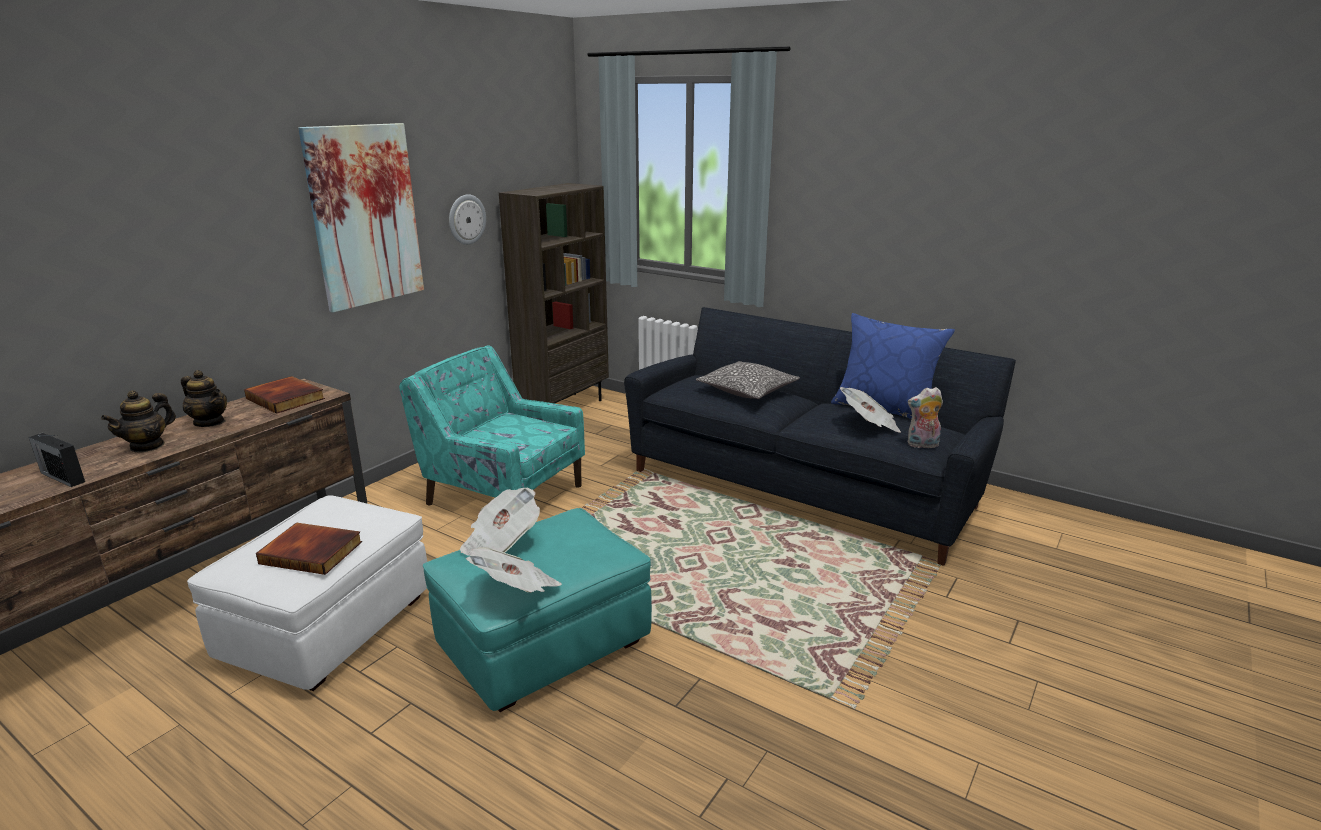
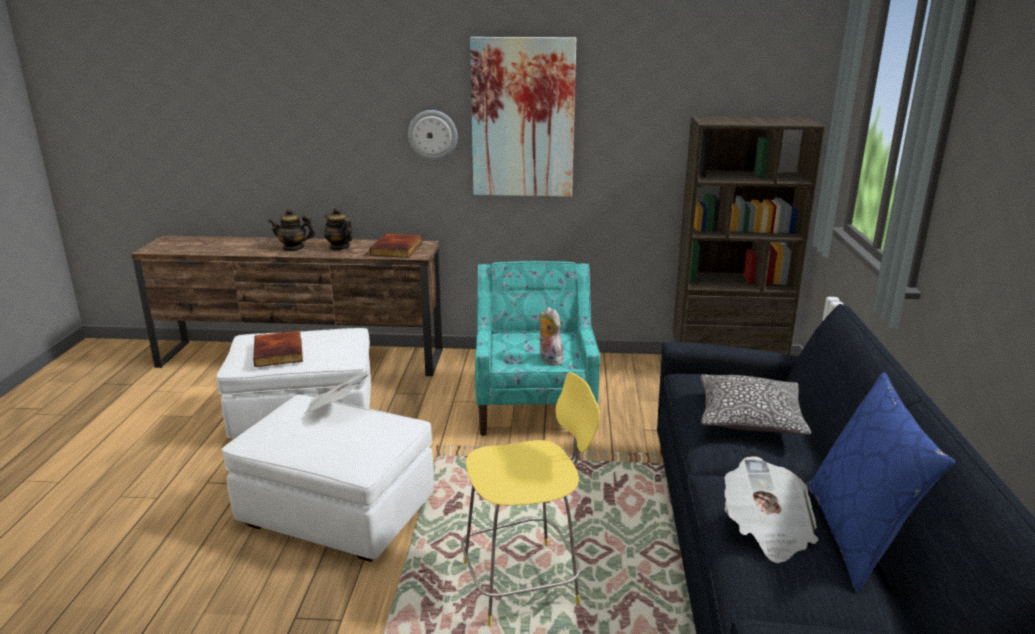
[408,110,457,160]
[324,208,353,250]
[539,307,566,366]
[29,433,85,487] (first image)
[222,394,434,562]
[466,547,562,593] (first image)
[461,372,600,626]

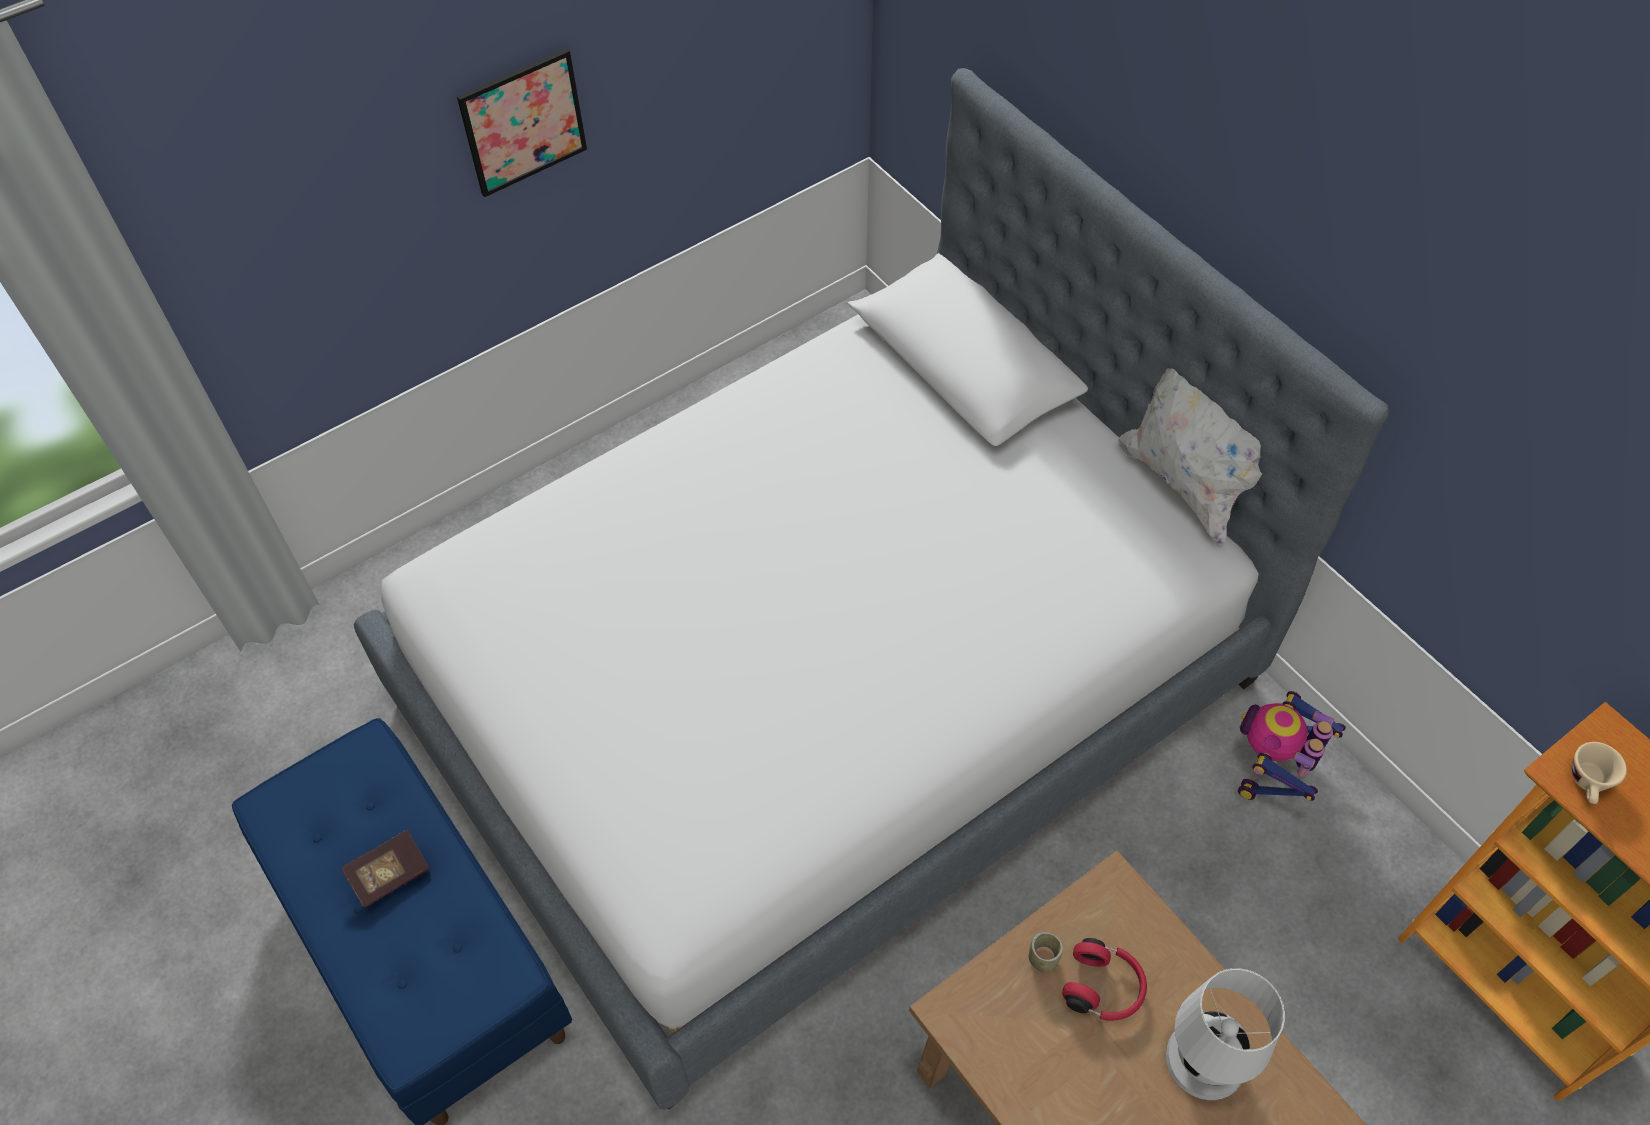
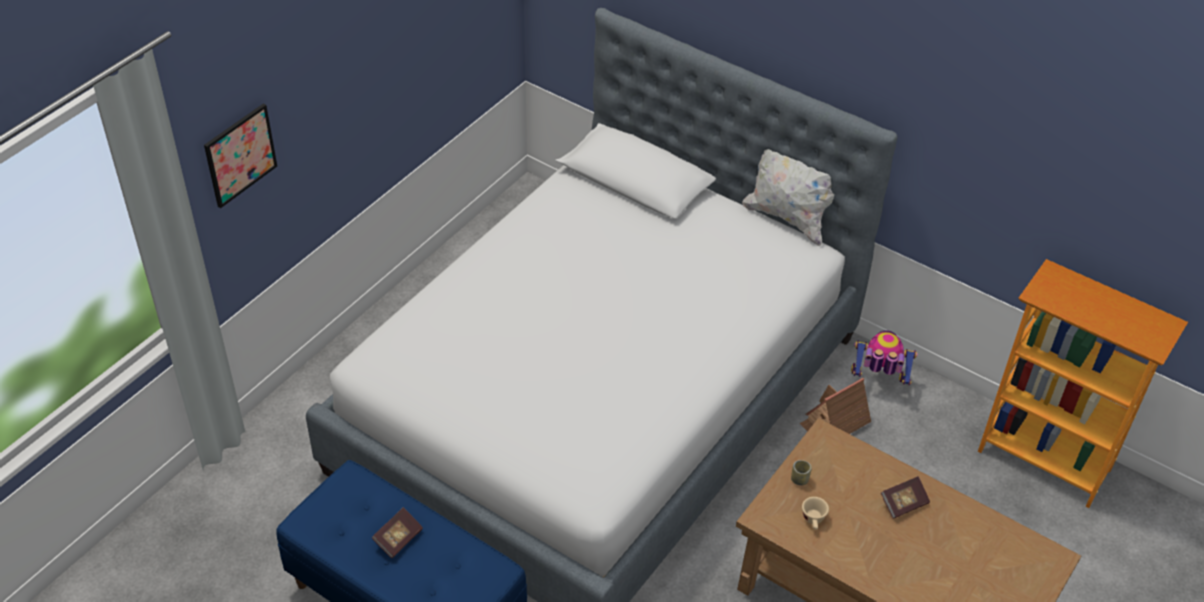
[204,103,277,208]
[851,330,918,386]
[802,497,829,530]
[1062,938,1147,1021] (first image)
[881,476,930,519]
[800,378,871,434]

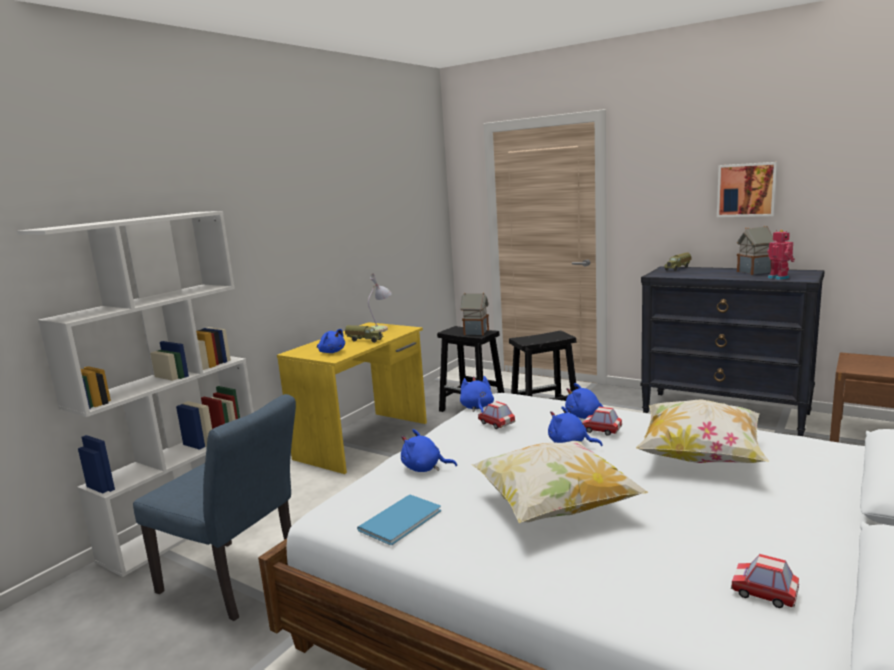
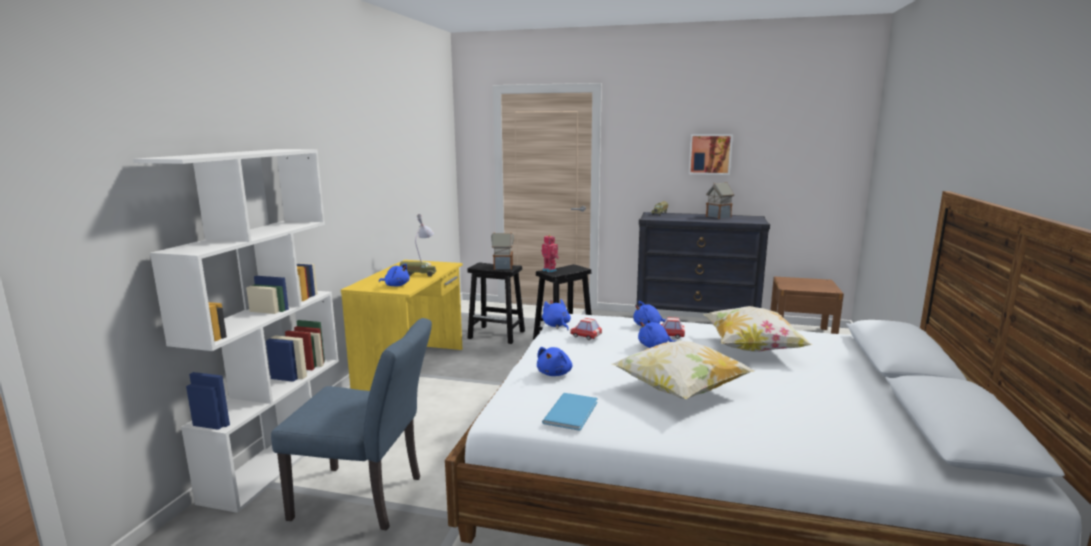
[541,235,559,273]
[537,347,572,376]
[731,554,799,608] (first image)

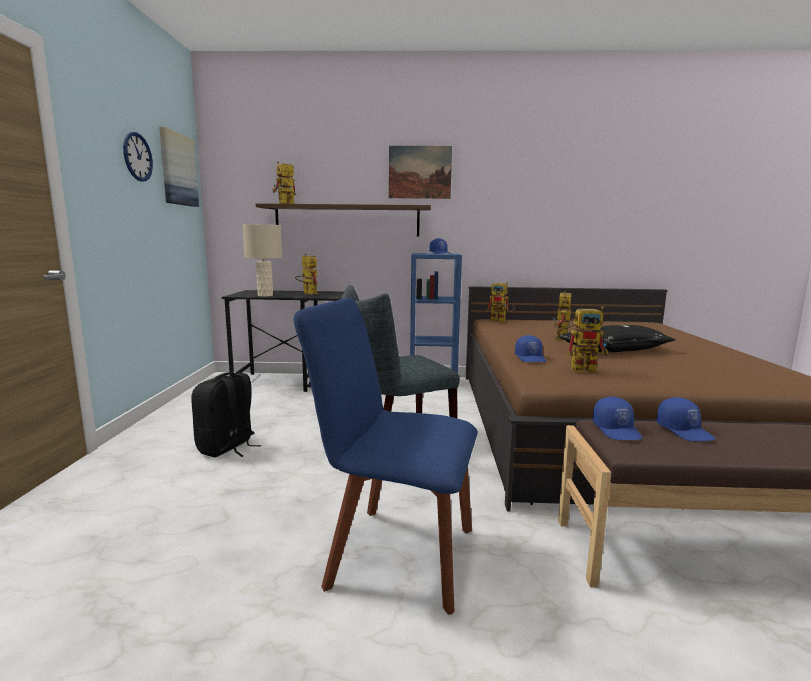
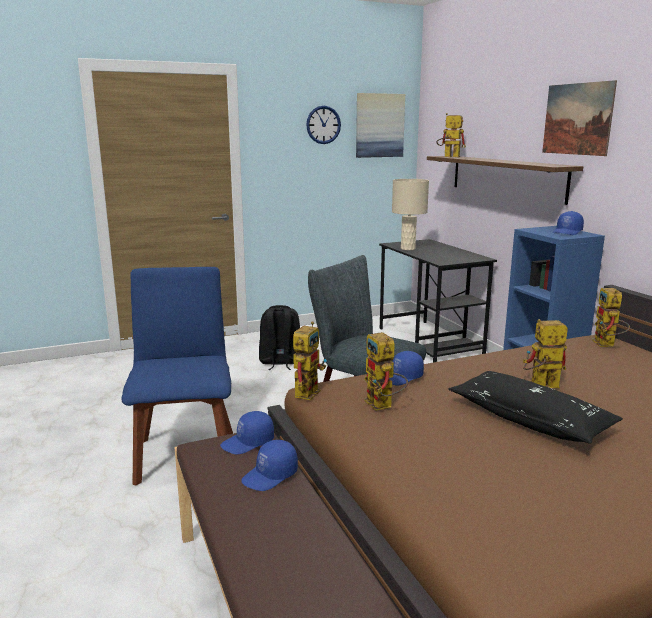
[293,321,327,400]

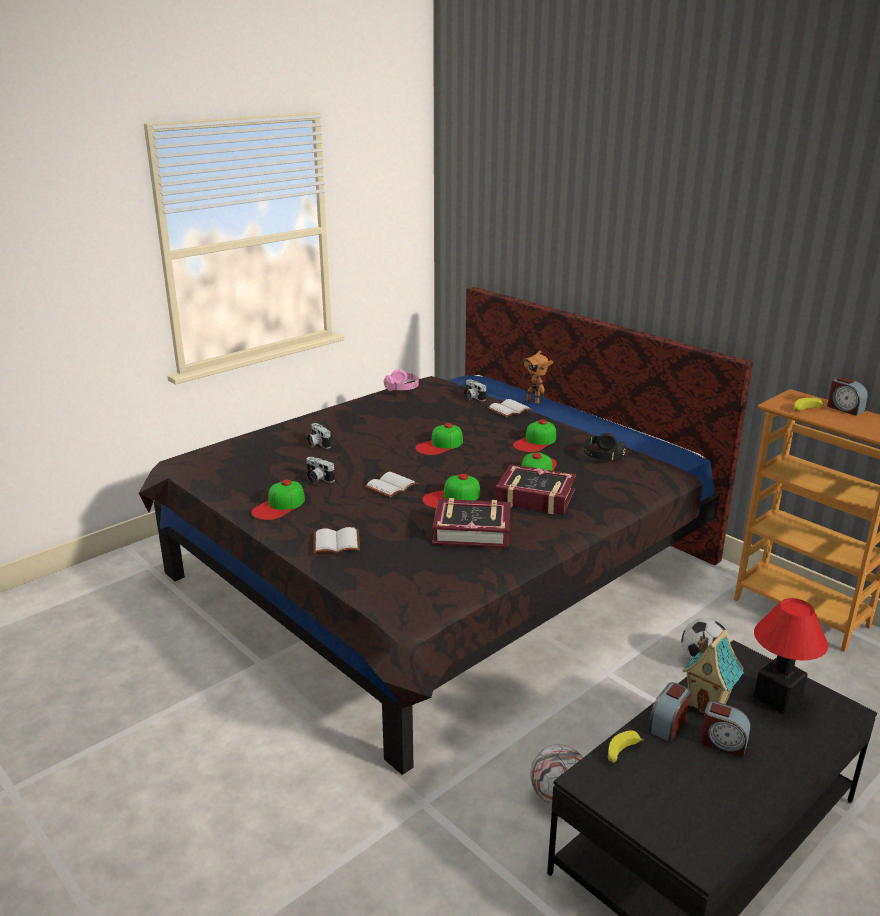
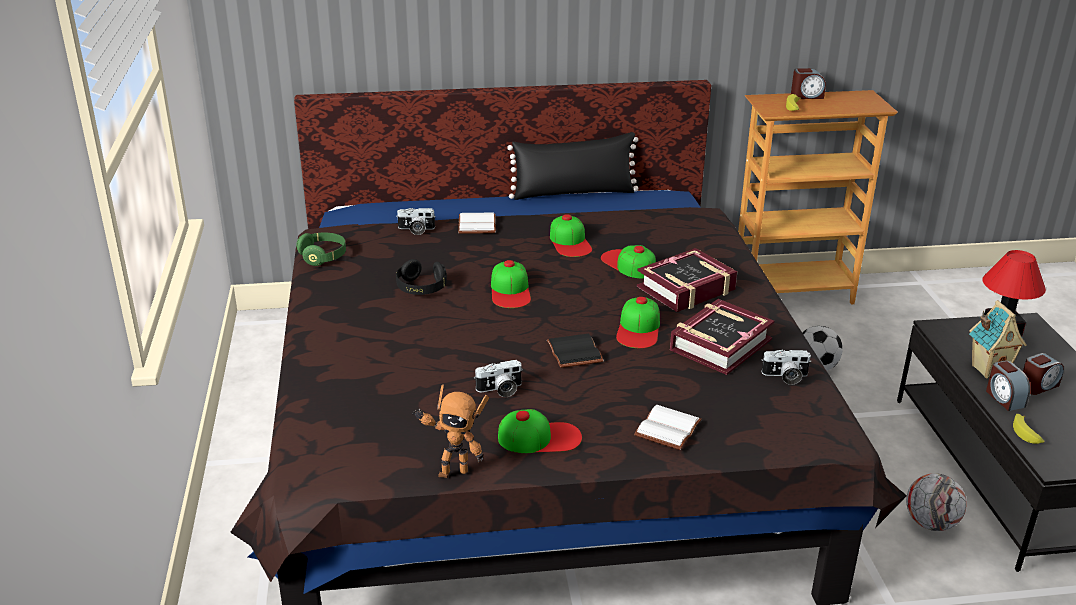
[412,384,489,478]
[296,233,346,266]
[761,350,811,385]
[396,259,447,295]
[547,334,604,368]
[498,409,582,453]
[507,132,639,200]

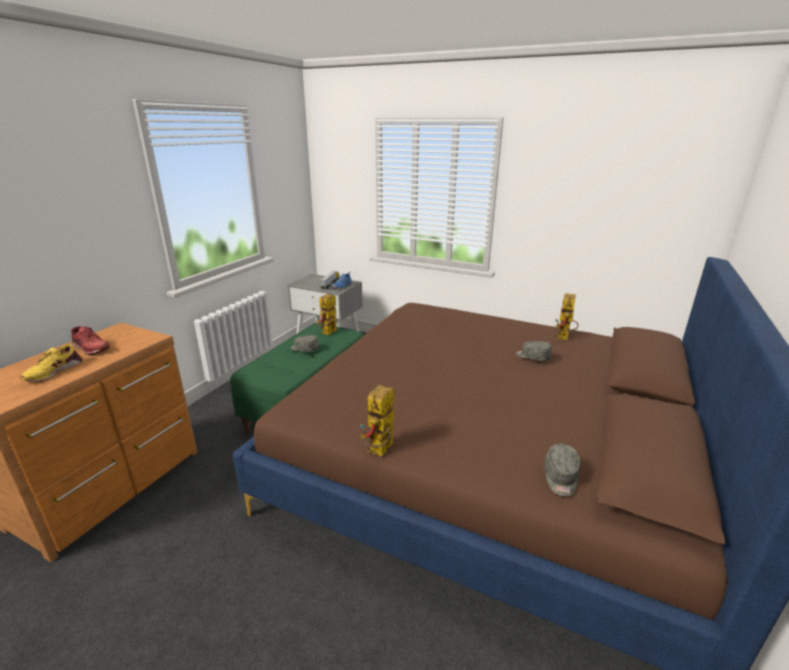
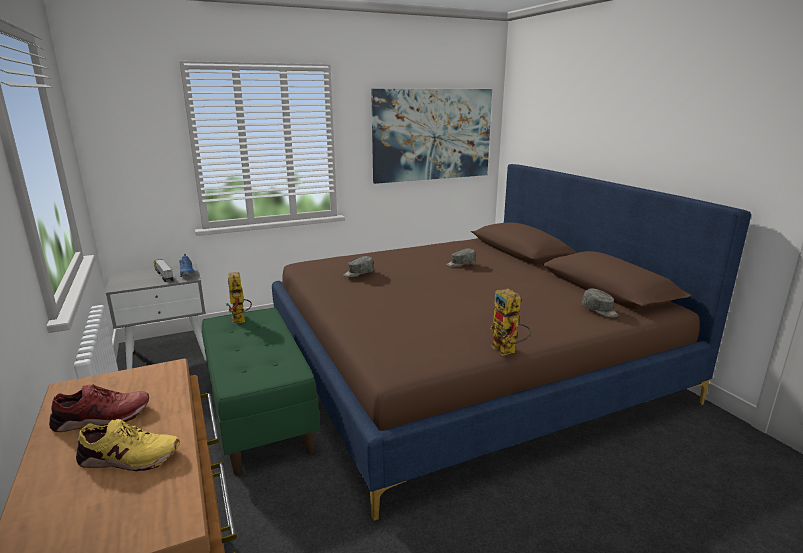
[555,293,579,340] (first image)
[344,256,374,277]
[76,419,180,471]
[371,89,492,184]

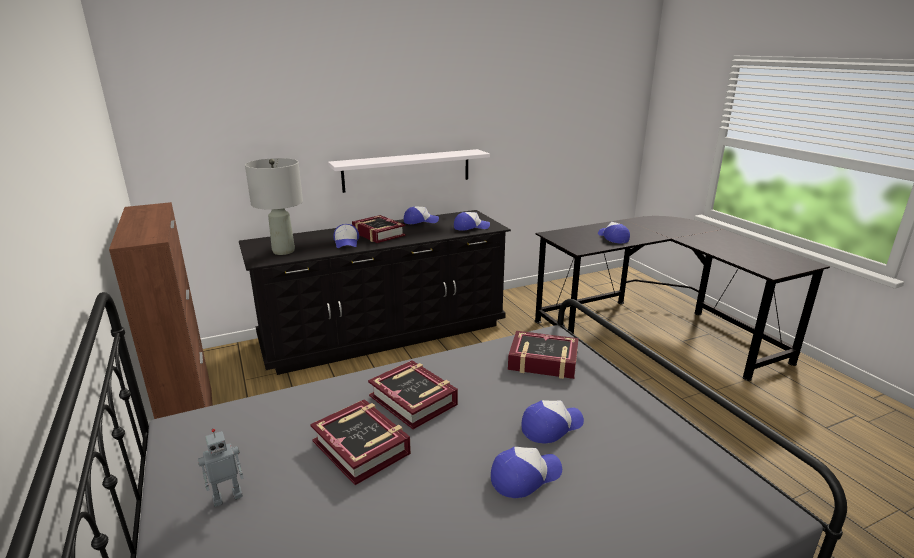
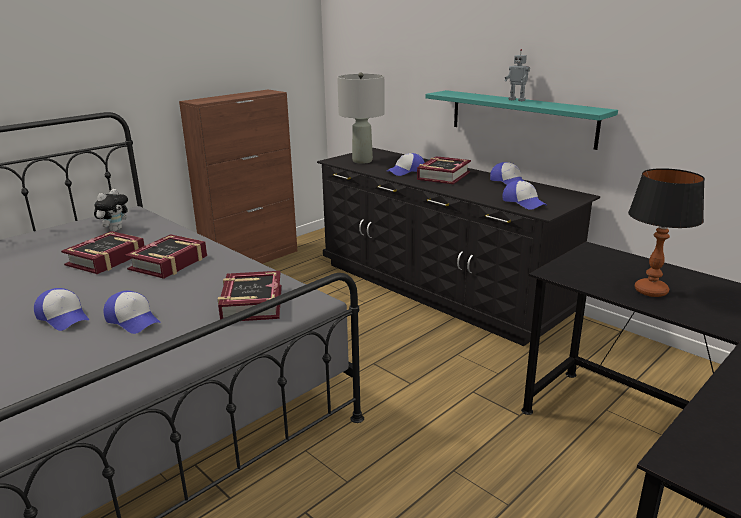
[425,90,618,150]
[628,168,705,297]
[505,49,530,101]
[94,189,129,232]

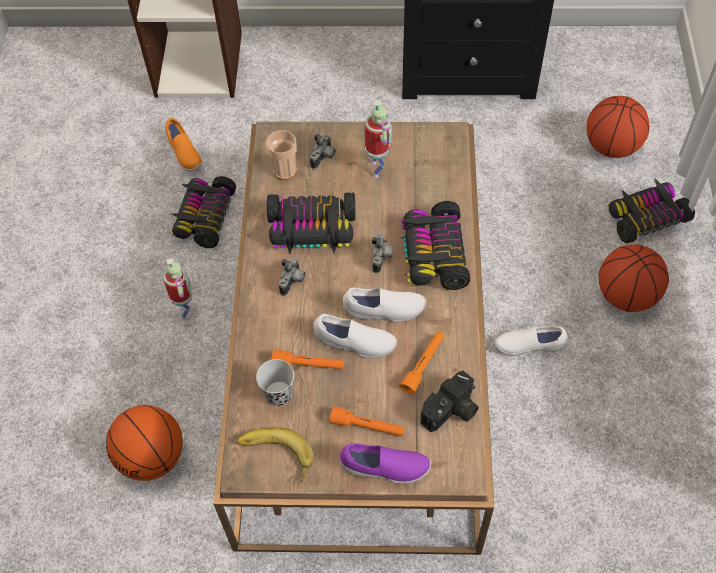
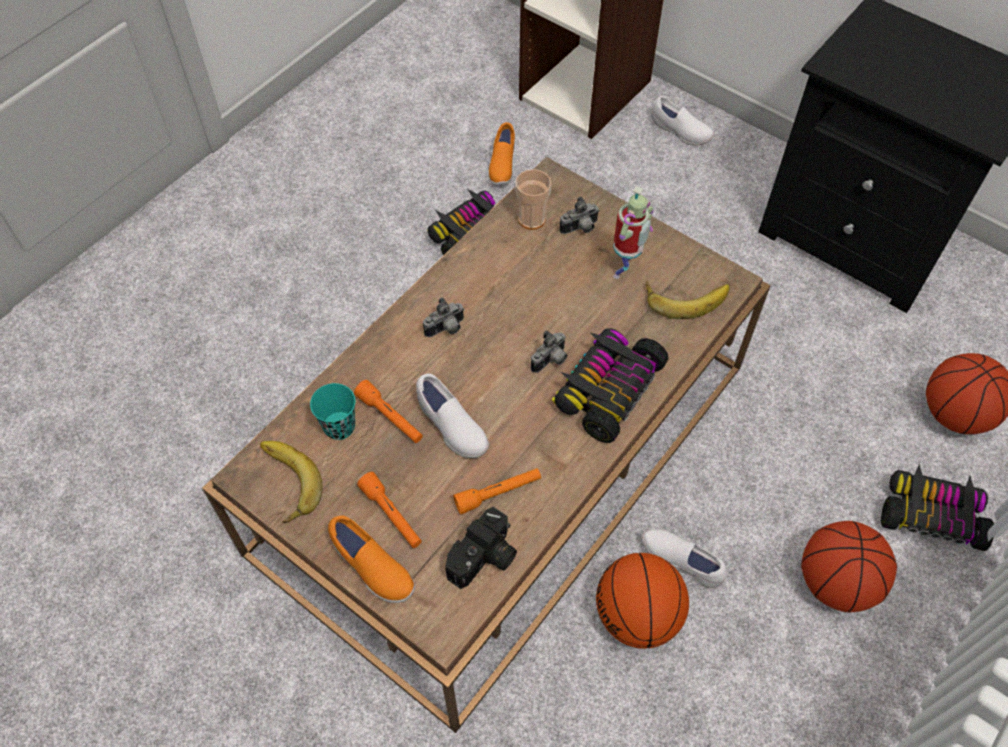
[267,193,356,254] (first image)
[163,258,192,320] (first image)
[651,96,714,146]
[310,383,355,440]
[445,507,517,589]
[596,553,689,649]
[328,515,415,603]
[645,281,730,319]

